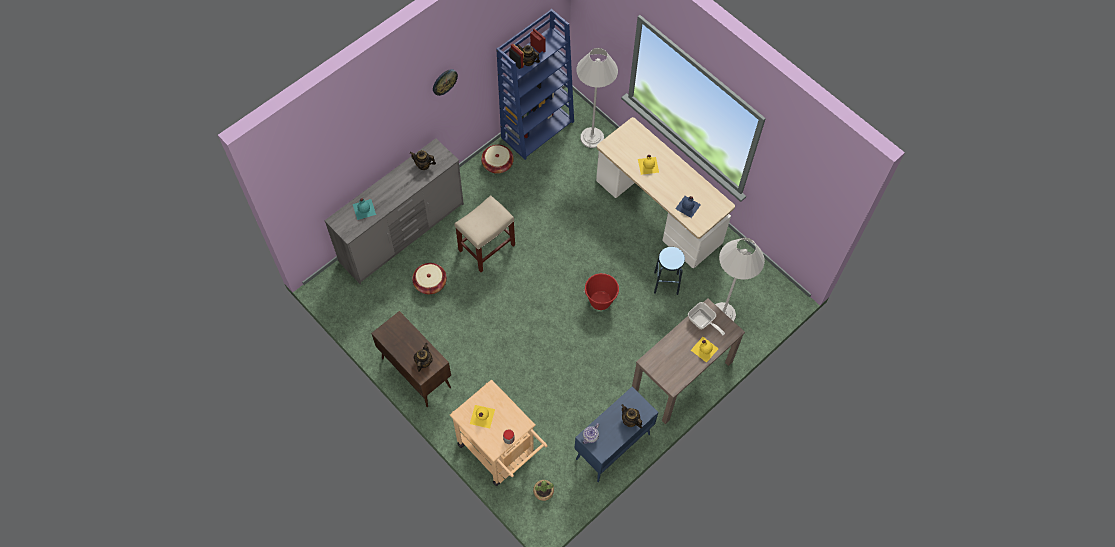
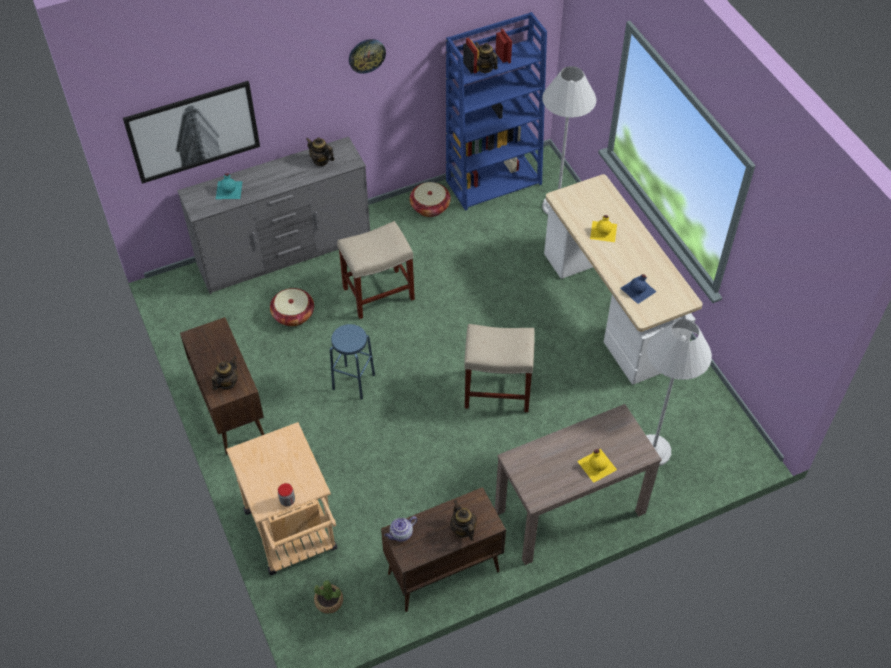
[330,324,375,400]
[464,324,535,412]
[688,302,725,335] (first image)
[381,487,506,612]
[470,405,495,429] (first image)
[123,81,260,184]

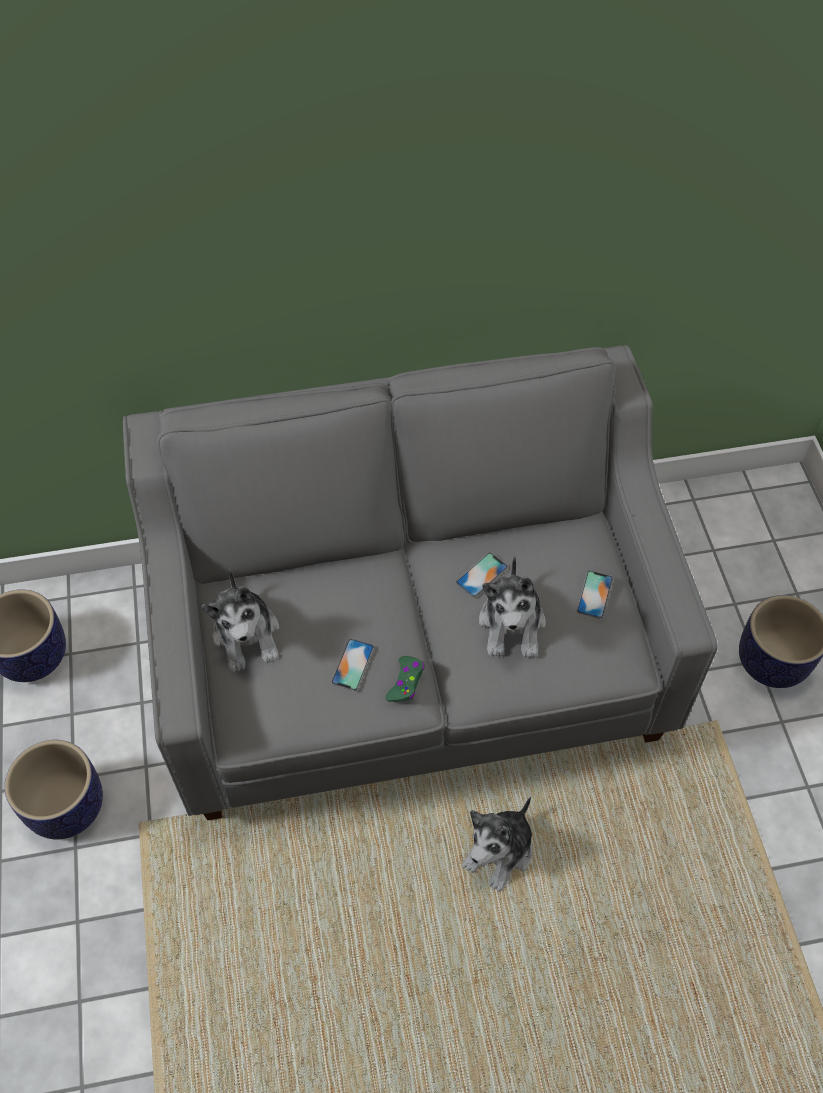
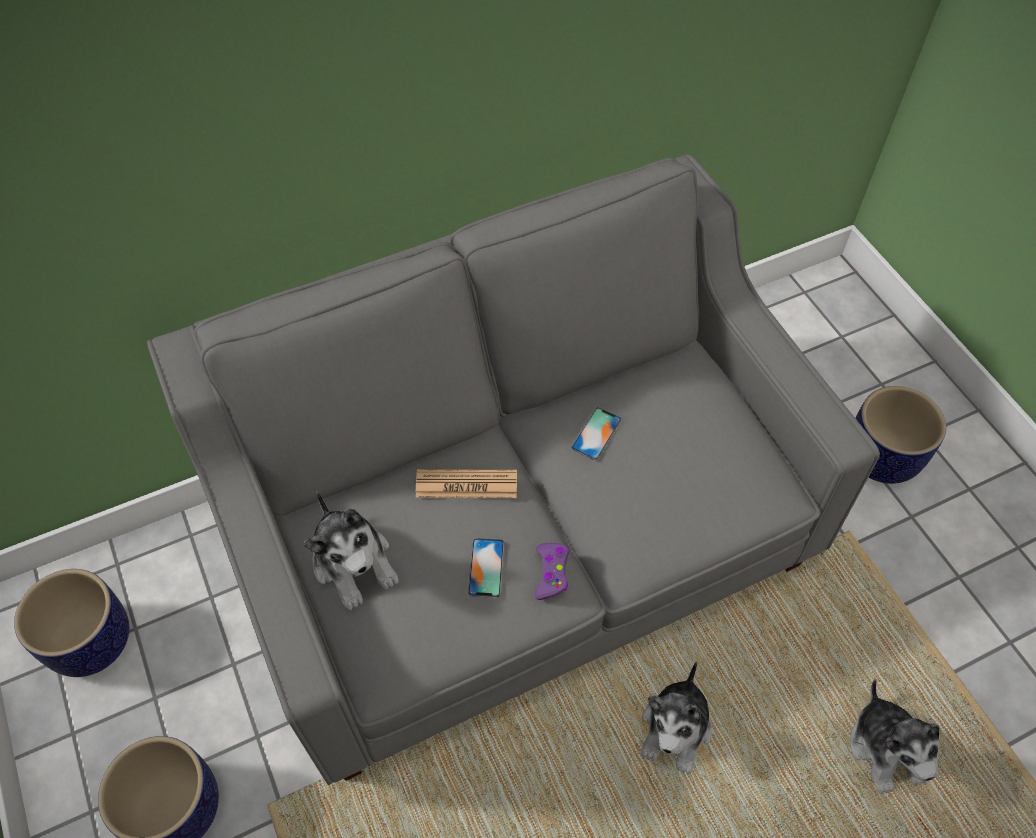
[850,679,939,794]
[577,571,613,619] (first image)
[535,543,569,600]
[416,469,517,498]

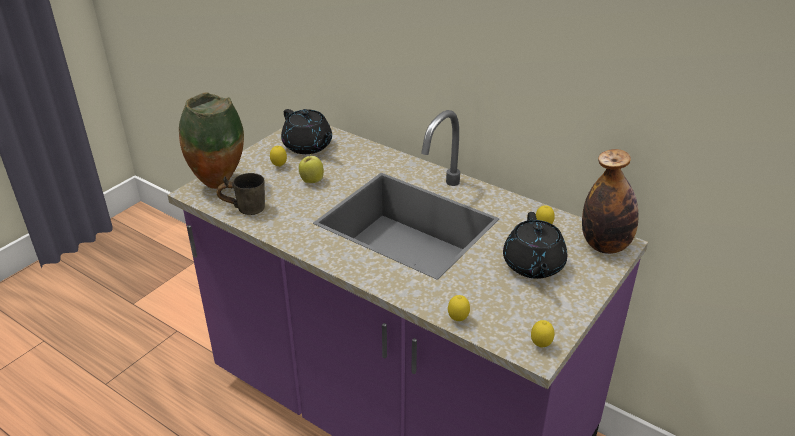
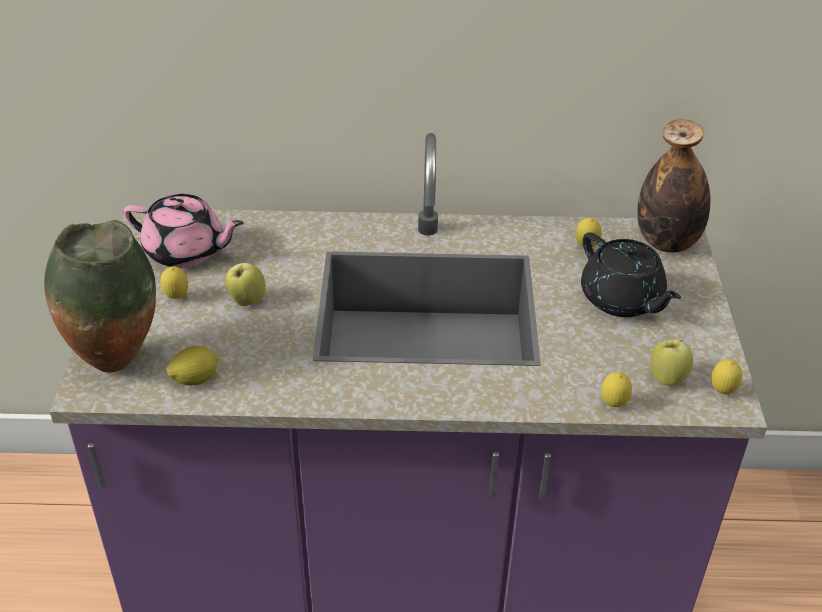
[123,194,244,268]
[166,346,219,386]
[650,339,693,386]

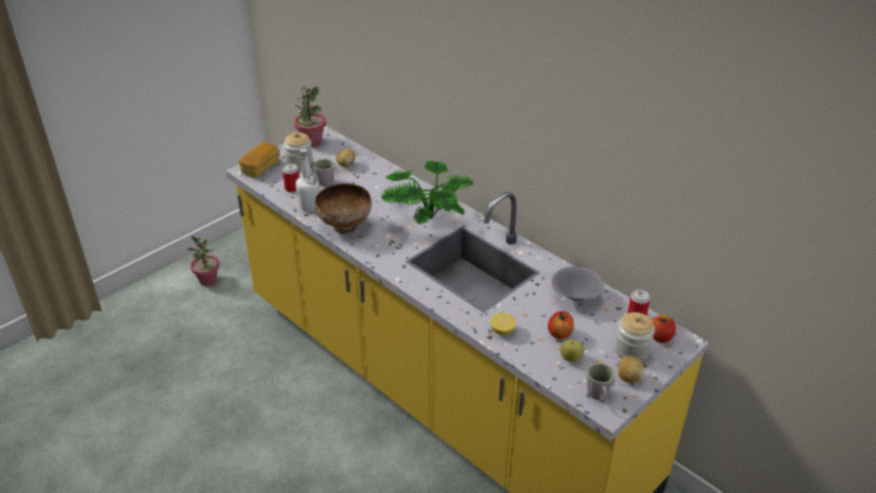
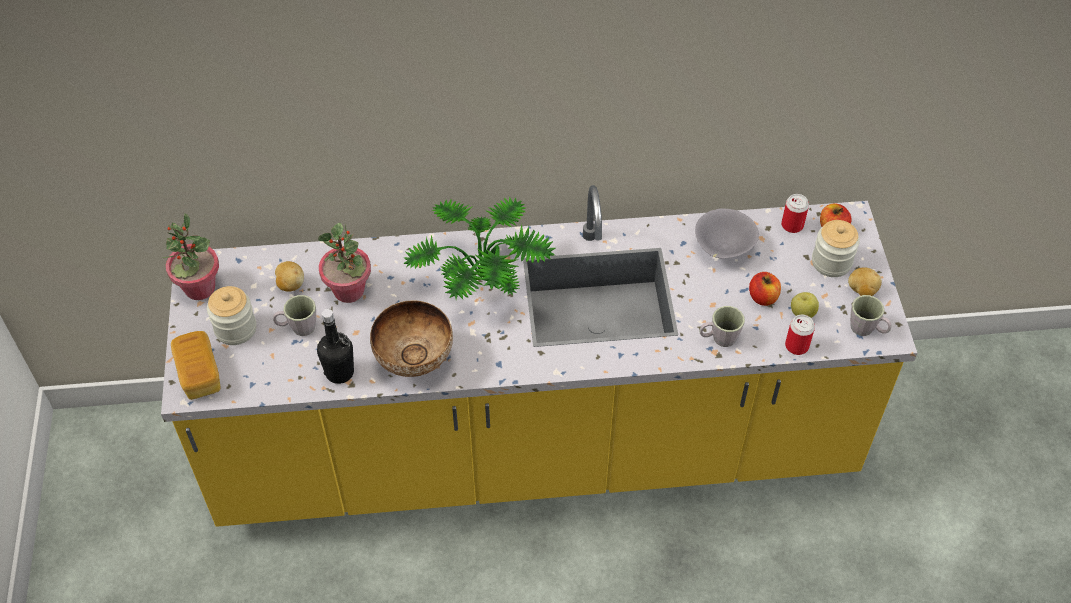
[317,309,354,384]
[785,315,815,355]
[318,223,371,303]
[699,306,745,347]

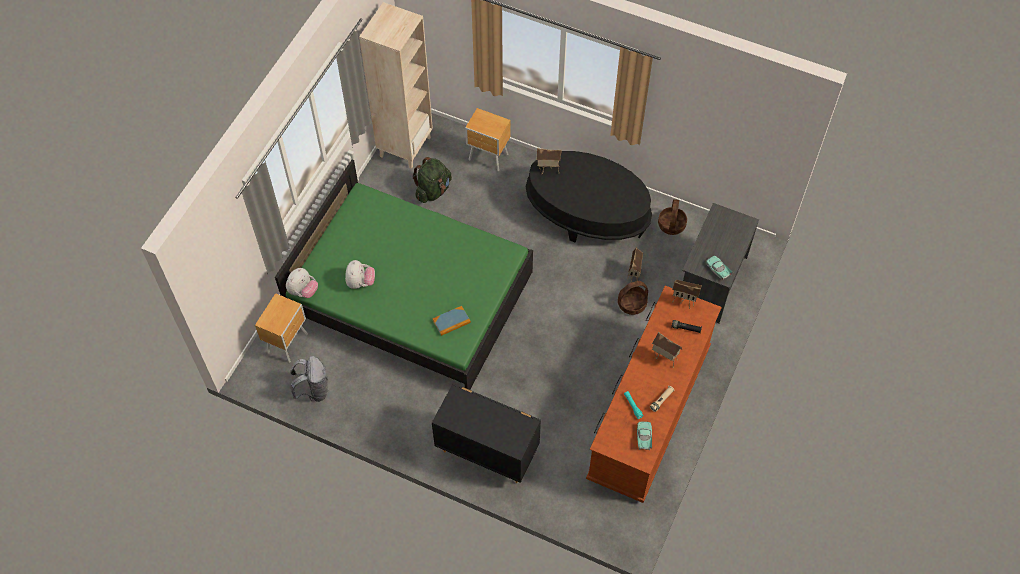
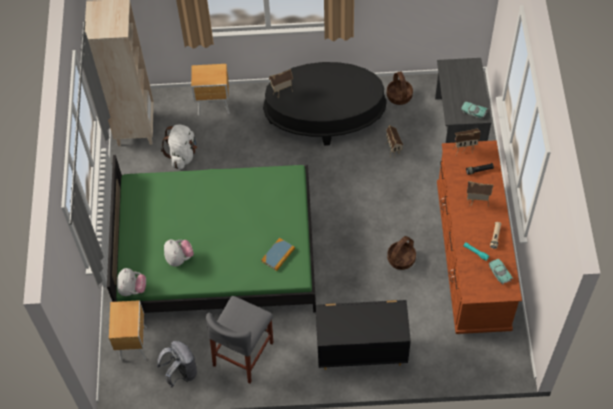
[161,125,197,169]
[387,236,416,270]
[206,296,273,384]

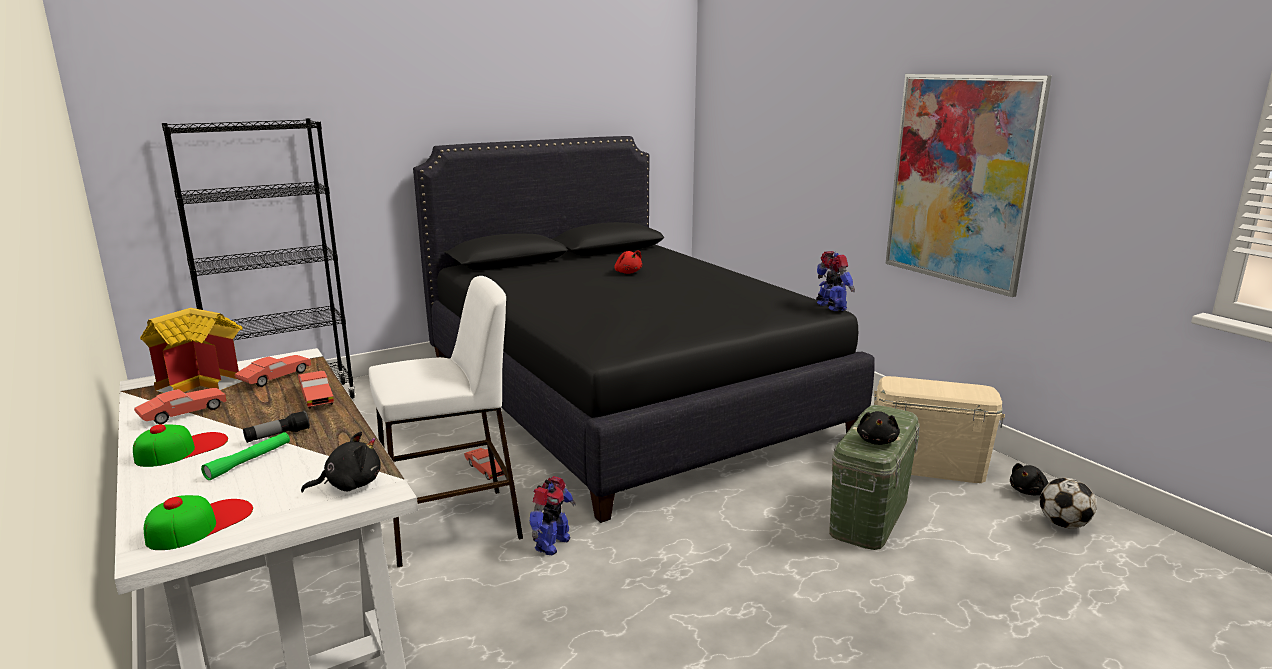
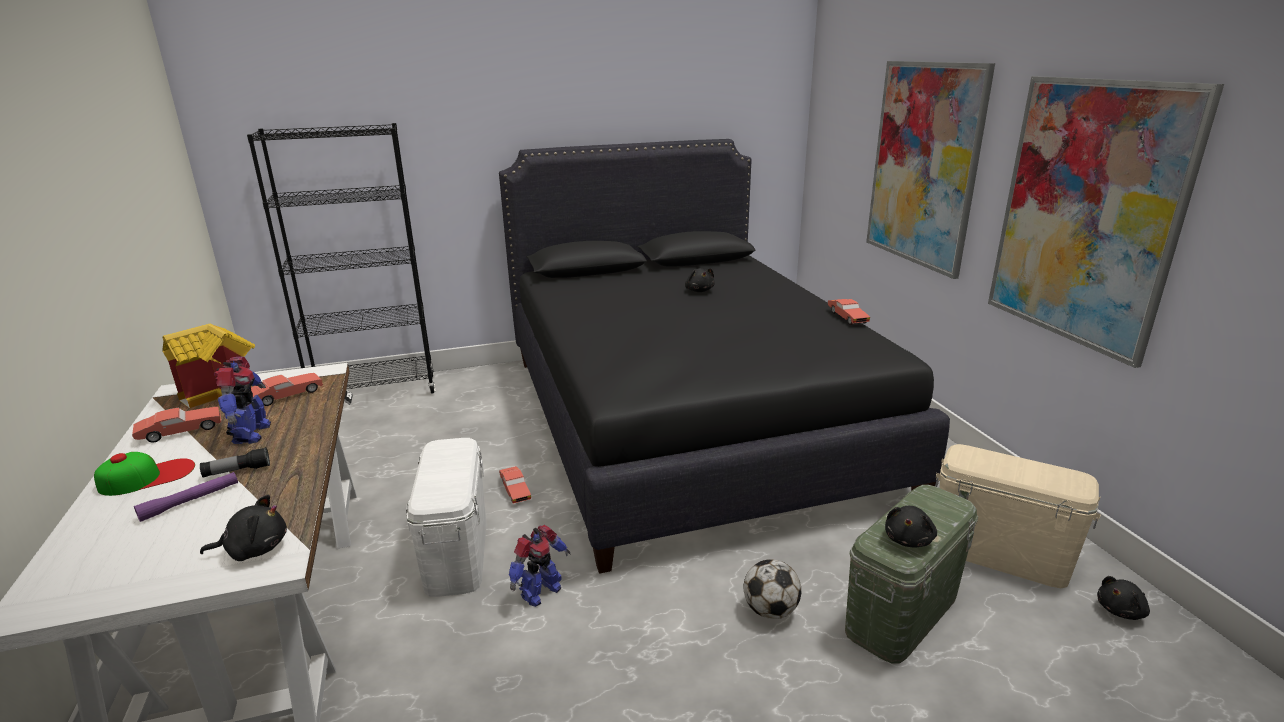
[685,268,715,292]
[214,357,271,444]
[406,438,486,597]
[828,299,870,325]
[134,472,238,522]
[744,559,801,619]
[144,495,253,550] (first image)
[866,61,995,279]

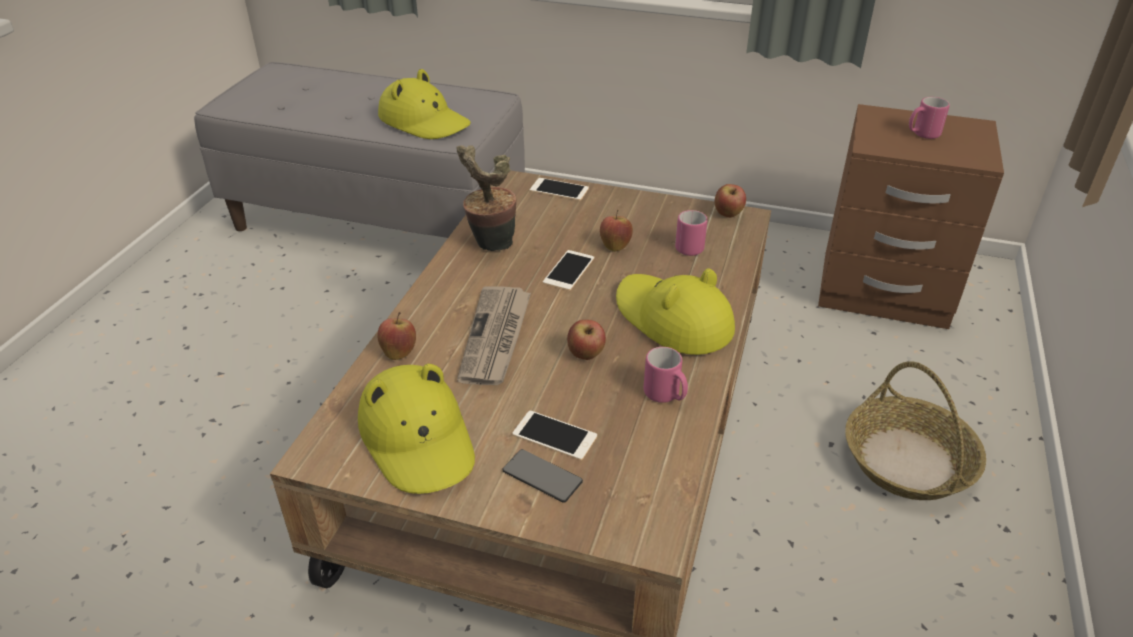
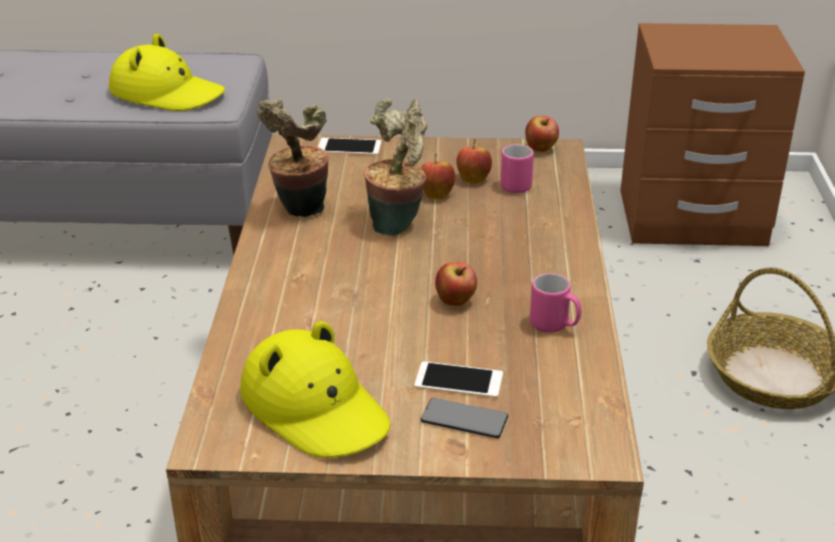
[909,97,950,139] (first image)
[365,98,427,236]
[616,268,735,355] (first image)
[457,286,531,385] (first image)
[457,139,492,185]

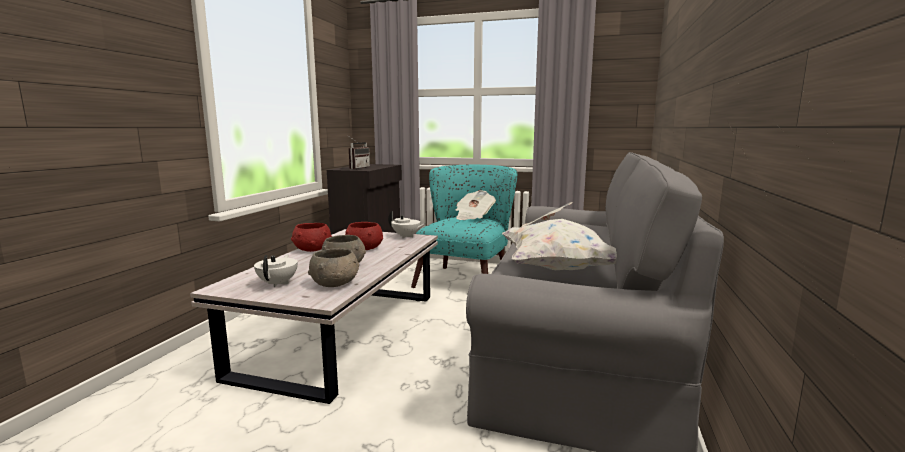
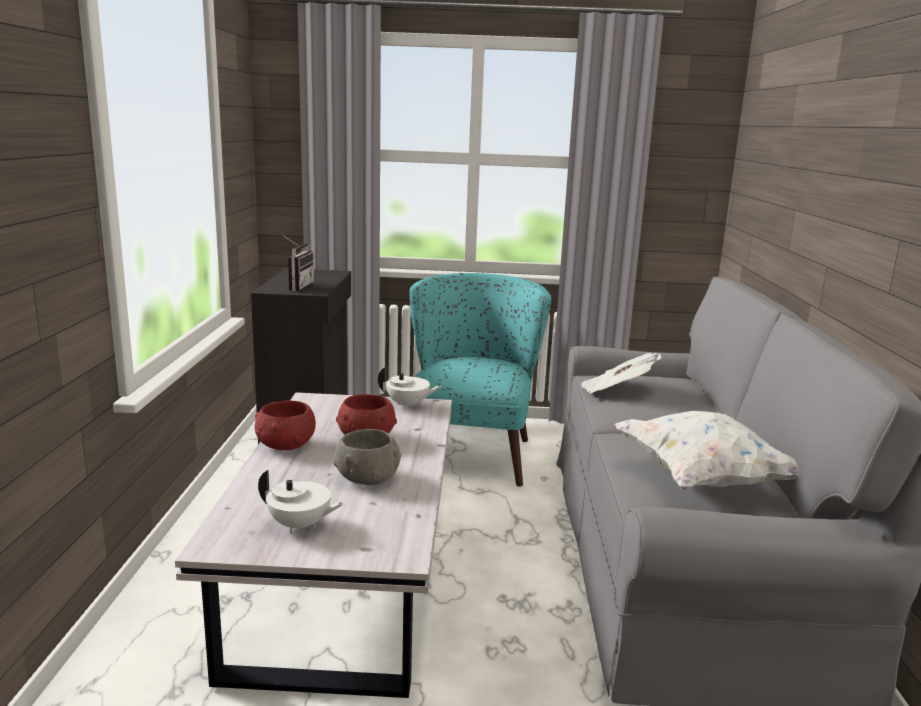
[456,190,496,220] (first image)
[308,249,359,287] (first image)
[258,470,345,534]

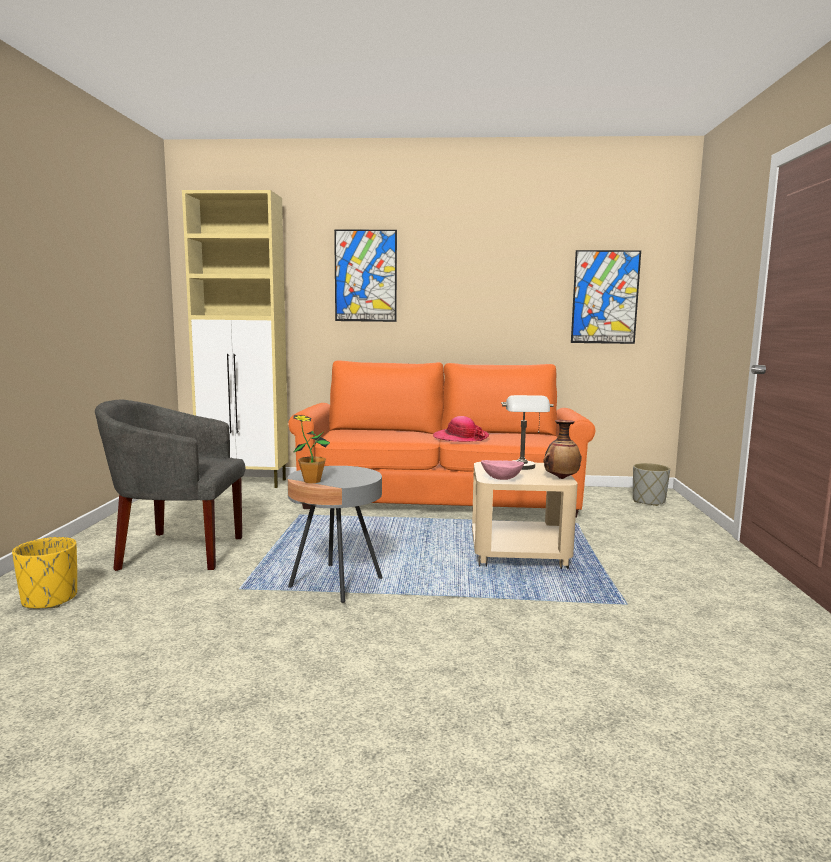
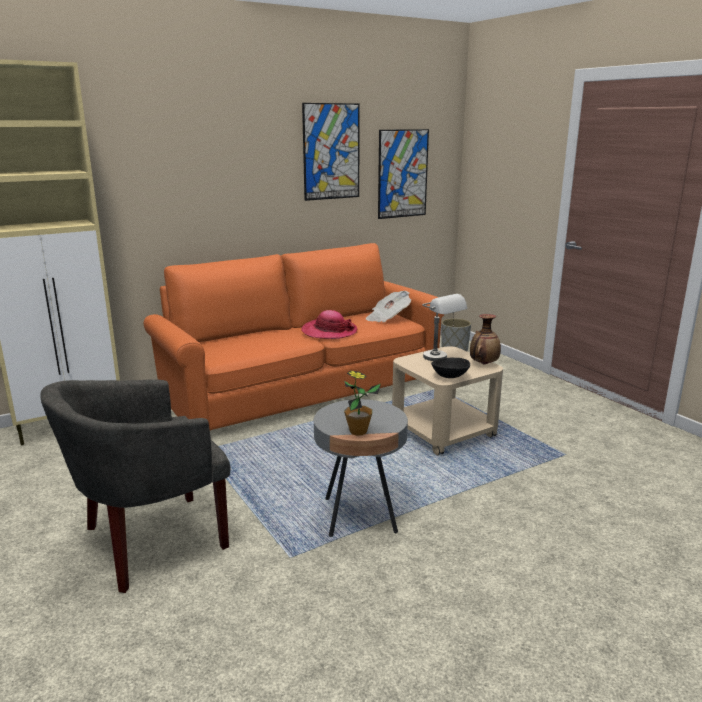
[302,103,360,201]
[431,358,470,378]
[12,537,77,608] (first image)
[366,291,411,322]

